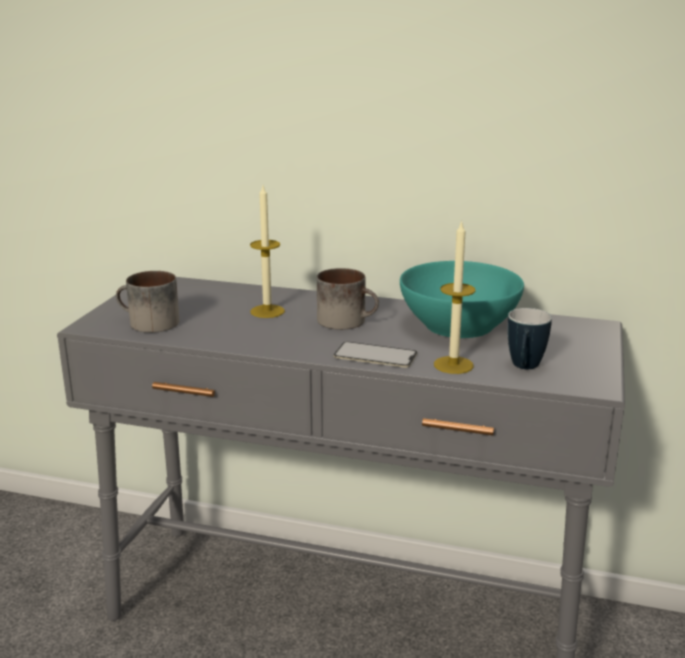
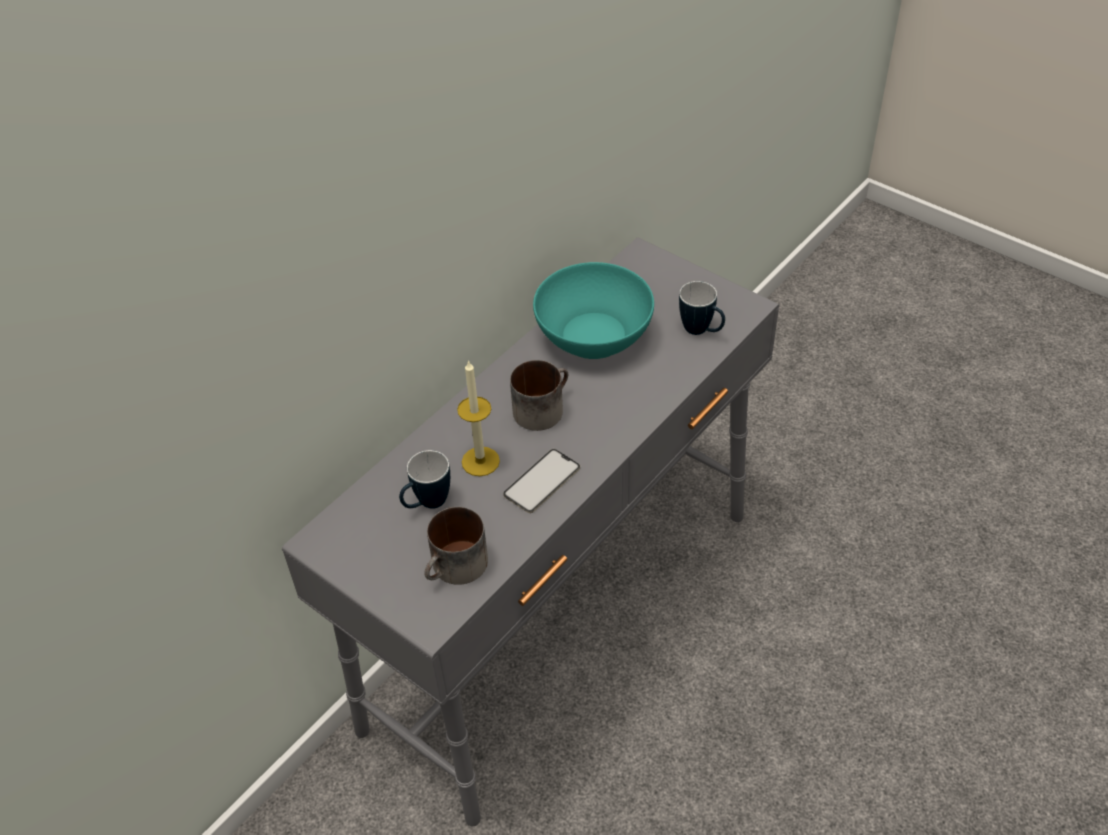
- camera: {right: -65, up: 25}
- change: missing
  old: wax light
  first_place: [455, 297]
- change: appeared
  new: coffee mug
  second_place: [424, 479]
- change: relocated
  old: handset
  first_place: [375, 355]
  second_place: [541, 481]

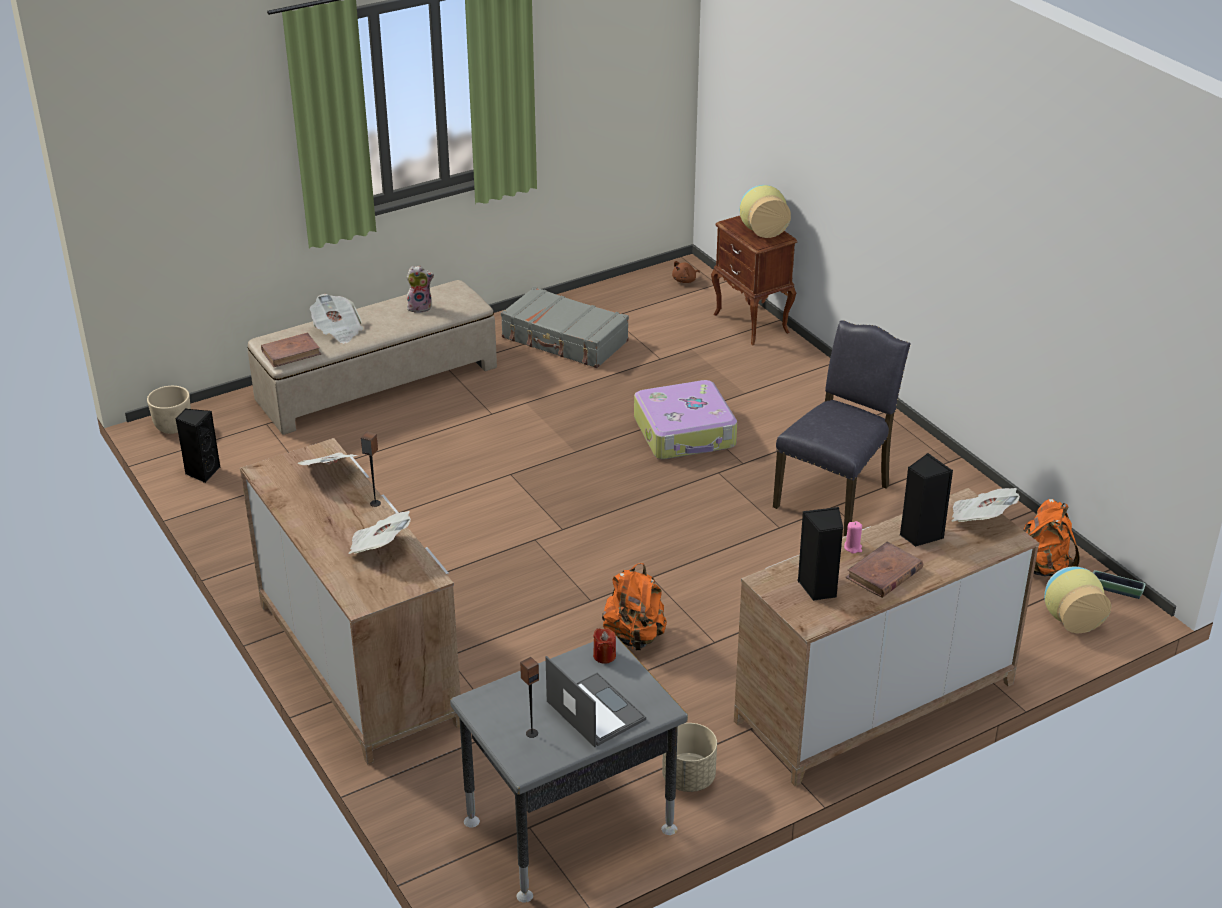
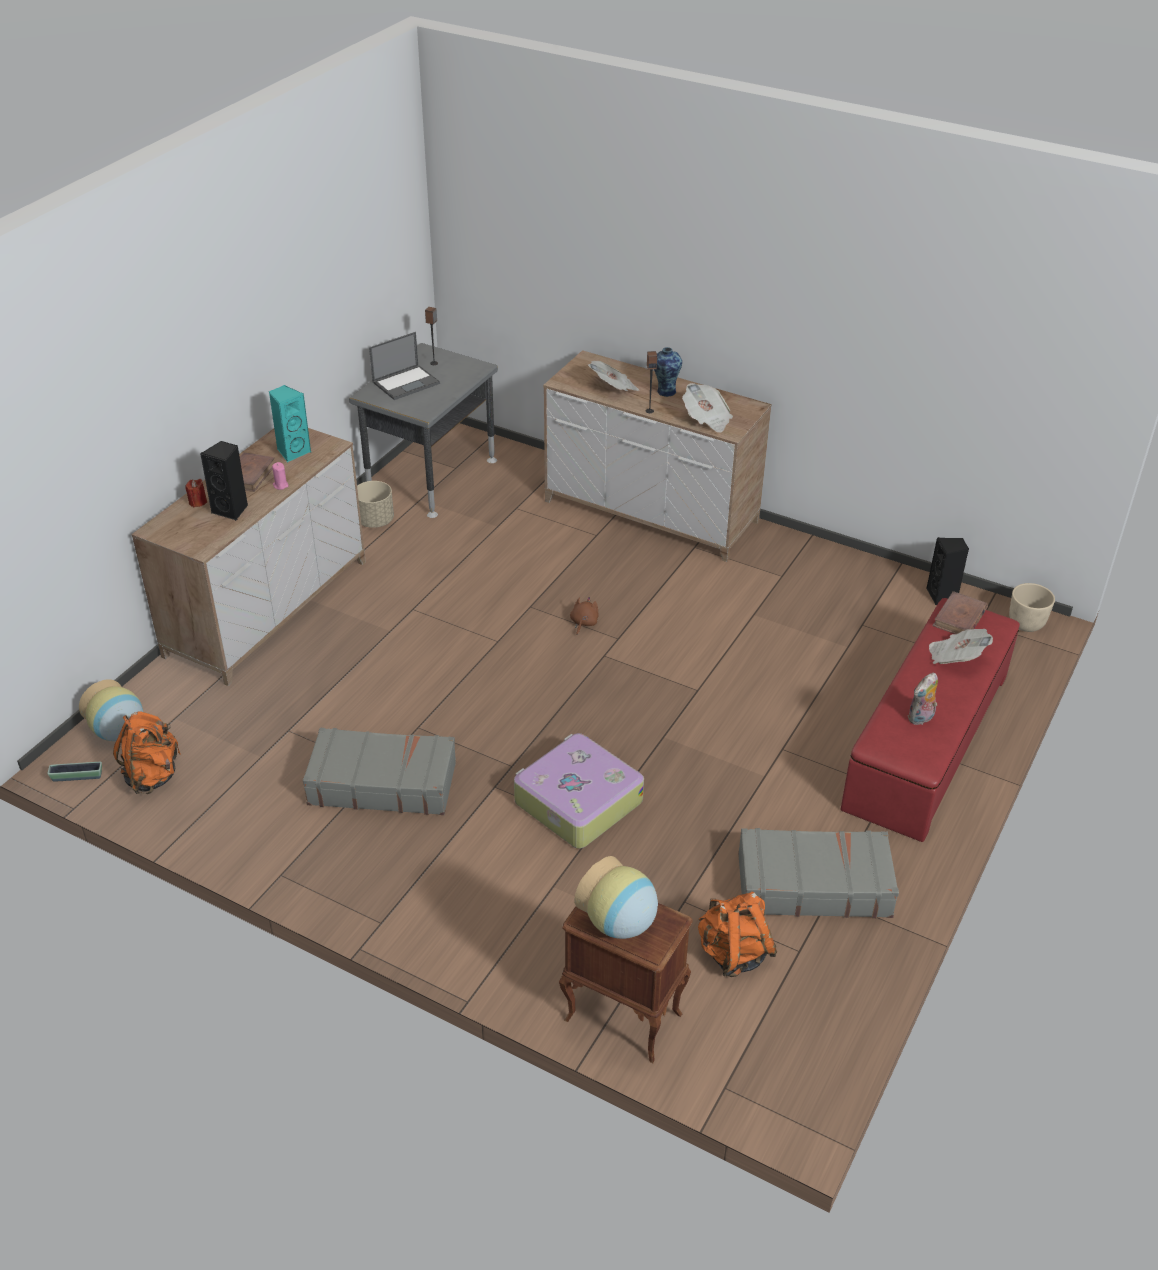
- camera: {right: 150, up: 5}
- change: missing
  old: daily paper
  first_place: [985, 505]
- change: appeared
  new: decorative vase
  second_place: [668, 372]
- change: relocated
  old: red-coloured wax light
  first_place: [604, 646]
  second_place: [196, 493]
- change: relocated
  old: orangey rucksack
  first_place: [634, 606]
  second_place: [737, 934]
- change: relocated
  old: brown cuddly toy
  first_place: [686, 272]
  second_place: [584, 616]
- change: exchanged
  old: gray upright chair
  new: gray travel case
  first_place: [842, 428]
  second_place: [379, 771]
- change: colour
  old: beige-coloured indoor bench
  new: red-coloured indoor bench
  first_place: [372, 357]
  second_place: [930, 720]
- change: colour
  old: black-coloured audio speaker
  new: turquoise-coloured audio speaker
  first_place: [820, 554]
  second_place: [290, 423]
- change: spun
  old: notebook computer
  first_place: [595, 701]
  second_place: [404, 366]
  degrees: -60

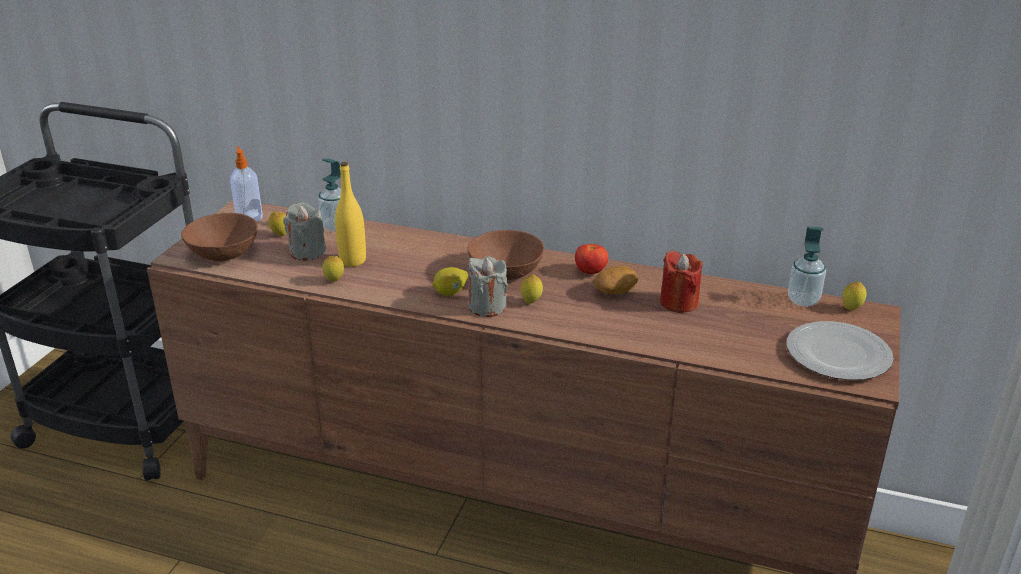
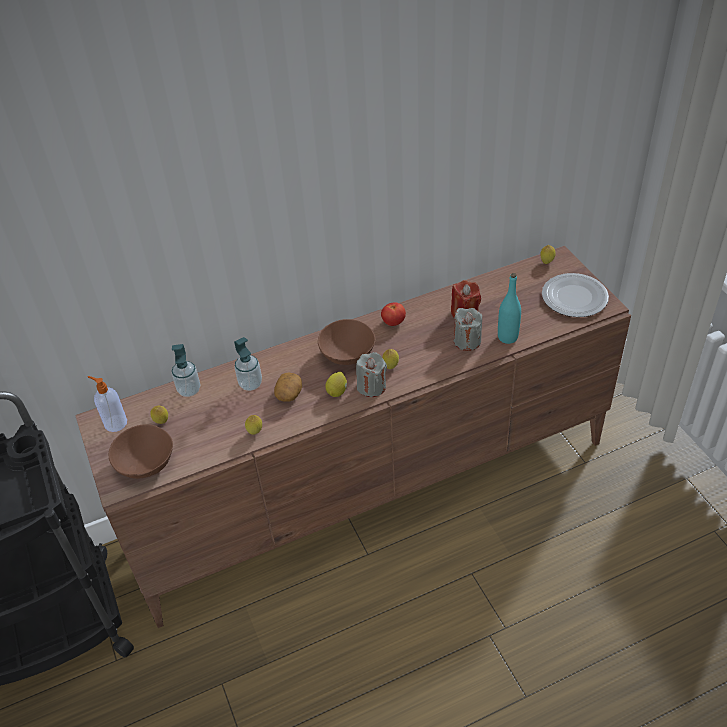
- camera: {right: -40, up: 15}
- change: missing
  old: yellowish beverage bottle
  first_place: [350, 214]
- change: appeared
  new: turquoise-coloured beverage bottle
  second_place: [509, 308]
- change: relocated
  old: gray wax light
  first_place: [305, 231]
  second_place: [468, 329]
- change: relocated
  old: potato
  first_place: [616, 280]
  second_place: [288, 387]
- change: relocated
  old: soap bottle
  first_place: [807, 267]
  second_place: [248, 364]

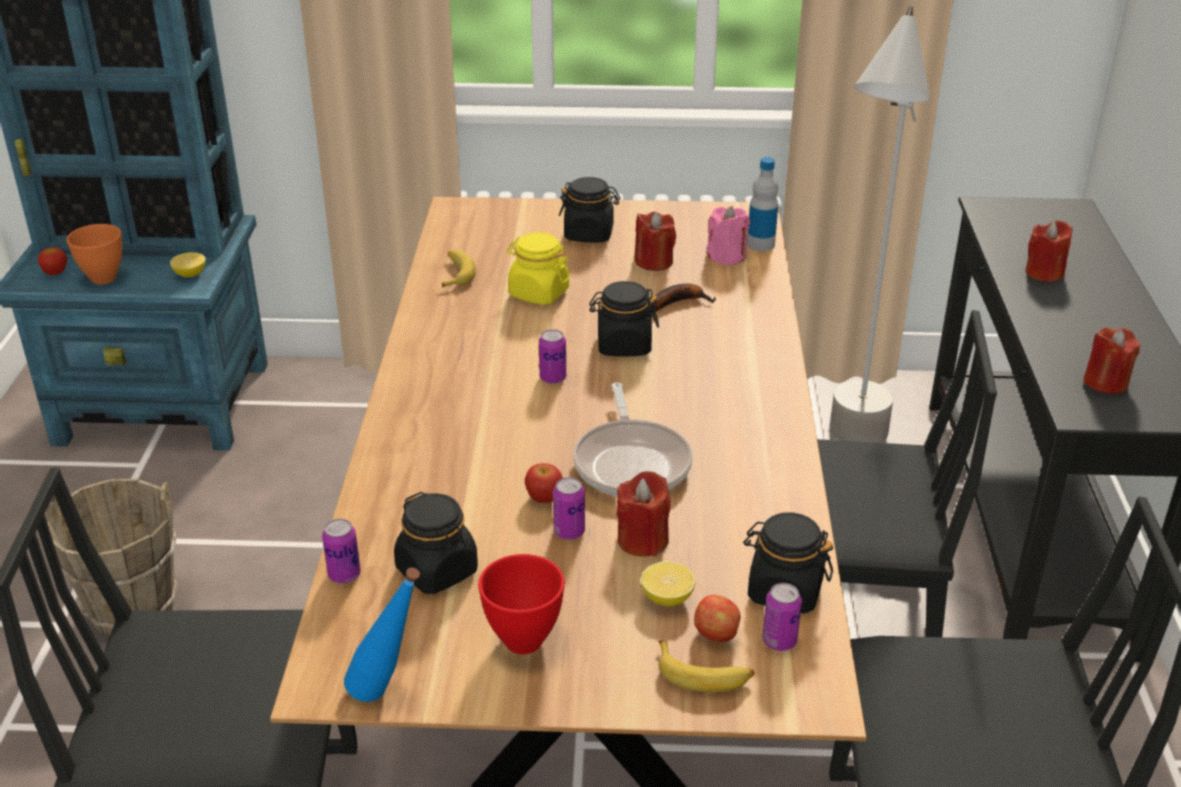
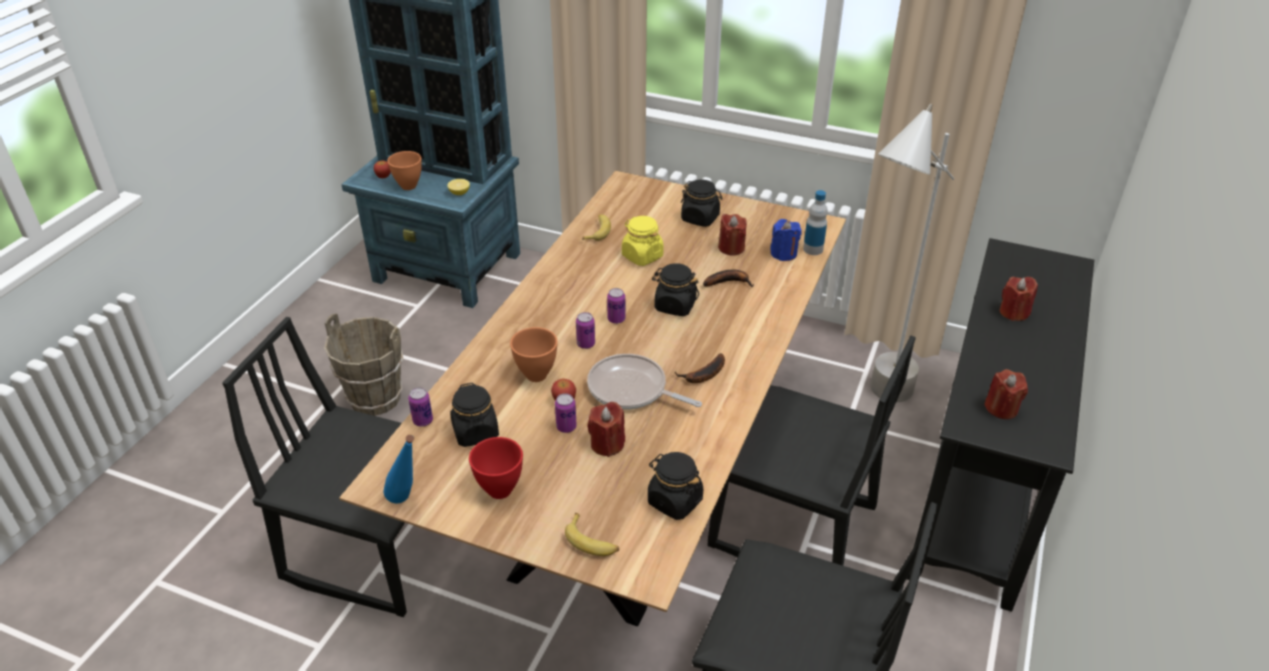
- camera: {right: 20, up: 5}
- change: missing
  old: lemon
  first_place: [668, 583]
- change: missing
  old: apple fruit
  first_place: [717, 618]
- change: appeared
  new: orangey bowl
  second_place: [534, 354]
- change: appeared
  new: banana fruit
  second_place: [700, 368]
- change: relocated
  old: sealed can
  first_place: [782, 617]
  second_place: [585, 330]
- change: colour
  old: pink wax light
  new: blue wax light
  first_place: [728, 235]
  second_place: [786, 240]
- change: spun
  old: frying pan
  first_place: [633, 439]
  second_place: [644, 382]
  degrees: 105

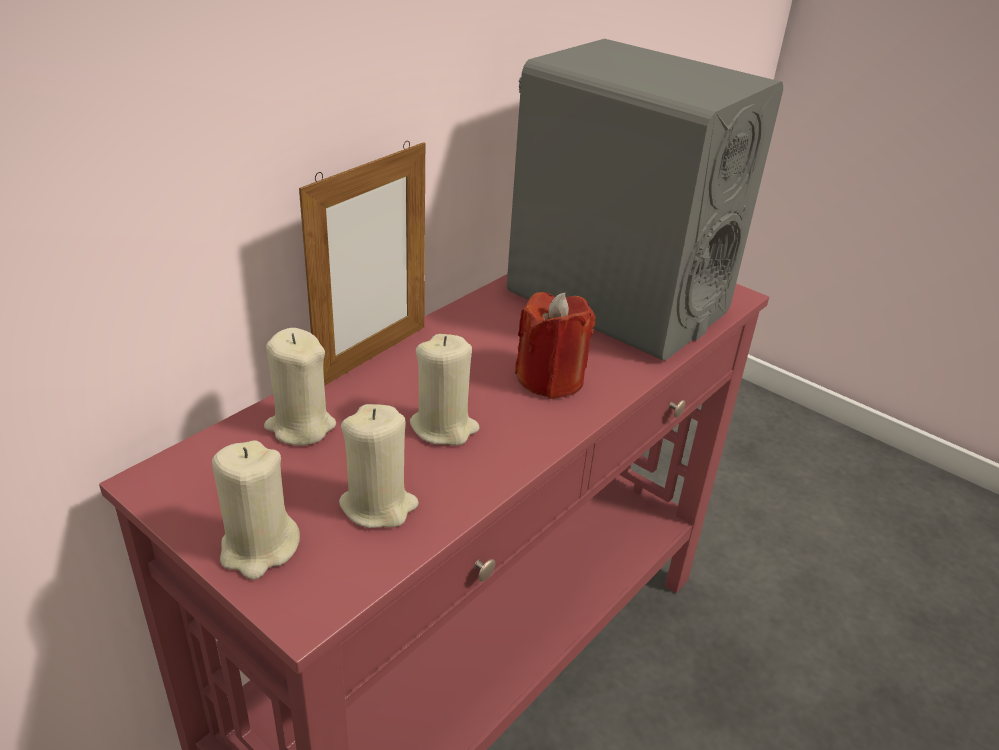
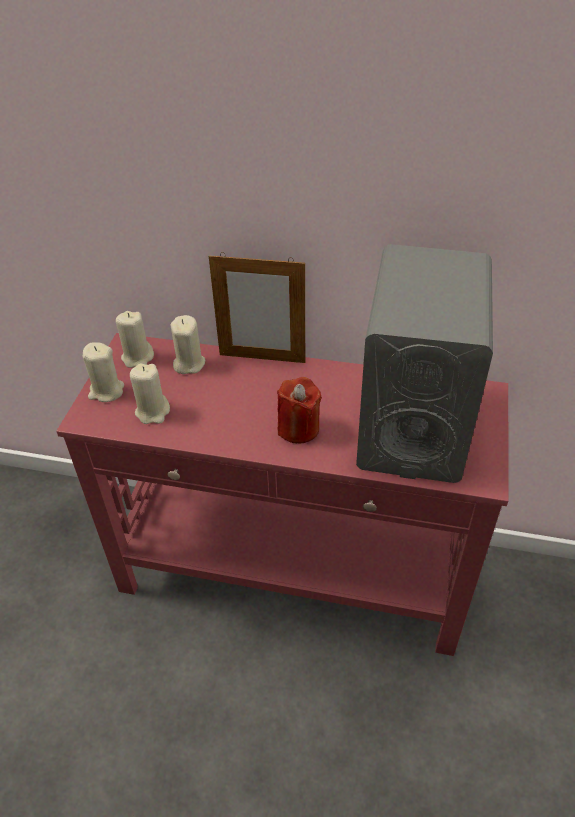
- camera: {right: 65, up: 10}
- change: relocated
  old: beige-coloured wax light
  first_place: [445, 390]
  second_place: [135, 339]

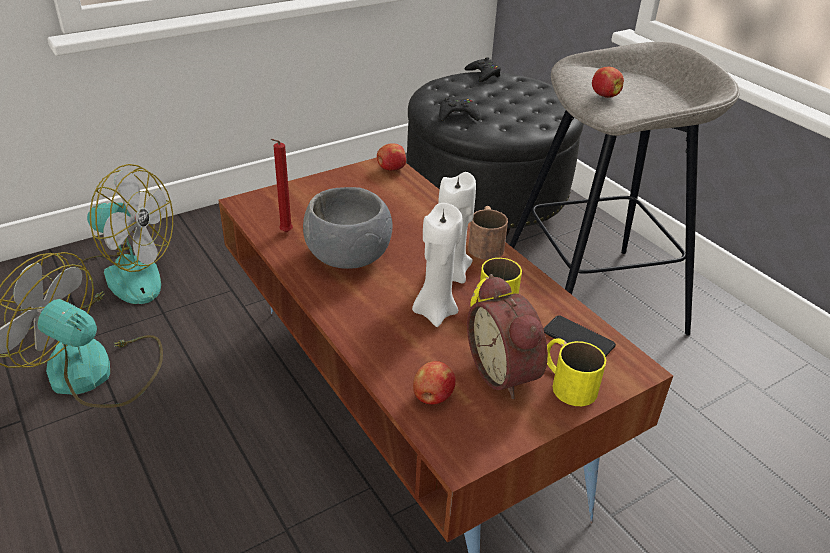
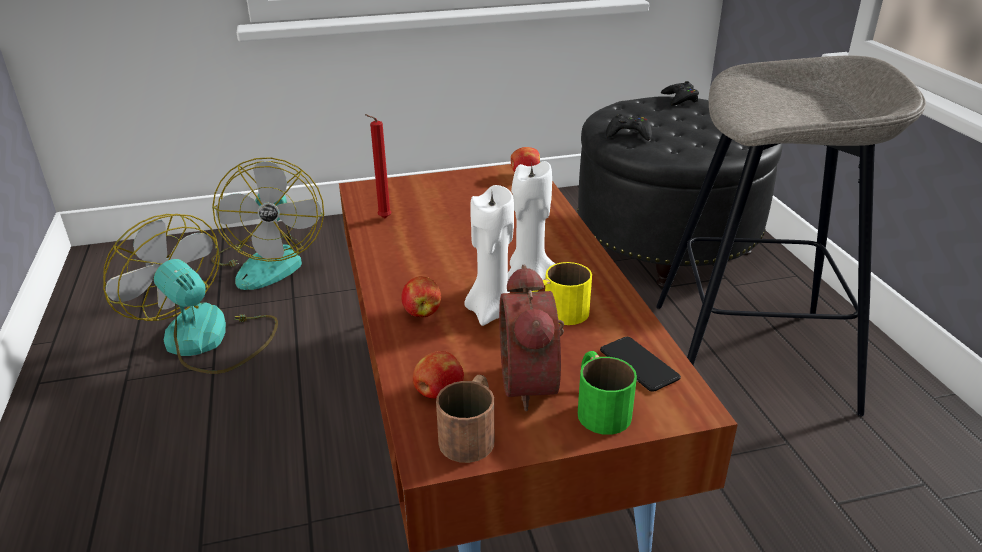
- camera: {right: 20, up: -5}
- change: missing
  old: gray bowl
  first_place: [348, 228]
- change: relocated
  old: brown coffee mug
  first_place: [488, 233]
  second_place: [465, 419]
- change: relocated
  old: apple fruit
  first_place: [608, 82]
  second_place: [421, 296]
- change: colour
  old: yellowish coffee mug
  new: greenish coffee mug
  first_place: [576, 372]
  second_place: [607, 393]
- change: spun
  old: fan
  first_place: [117, 237]
  second_place: [267, 223]
  degrees: 45

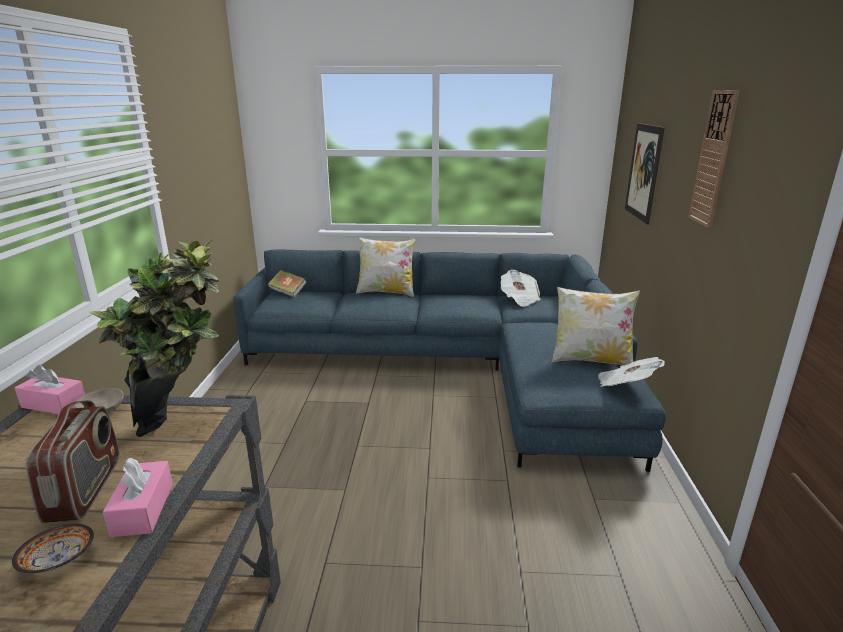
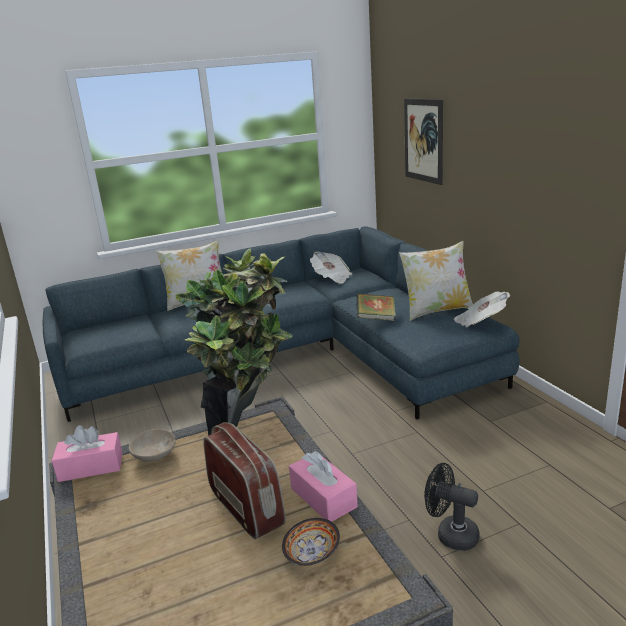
- camera: {right: -25, up: 0}
- change: missing
  old: clock on the wall
  first_place: [714, 159]
- change: appeared
  new: black-coloured fan
  second_place: [451, 507]
- change: relocated
  old: volume
  first_place: [287, 284]
  second_place: [376, 307]

